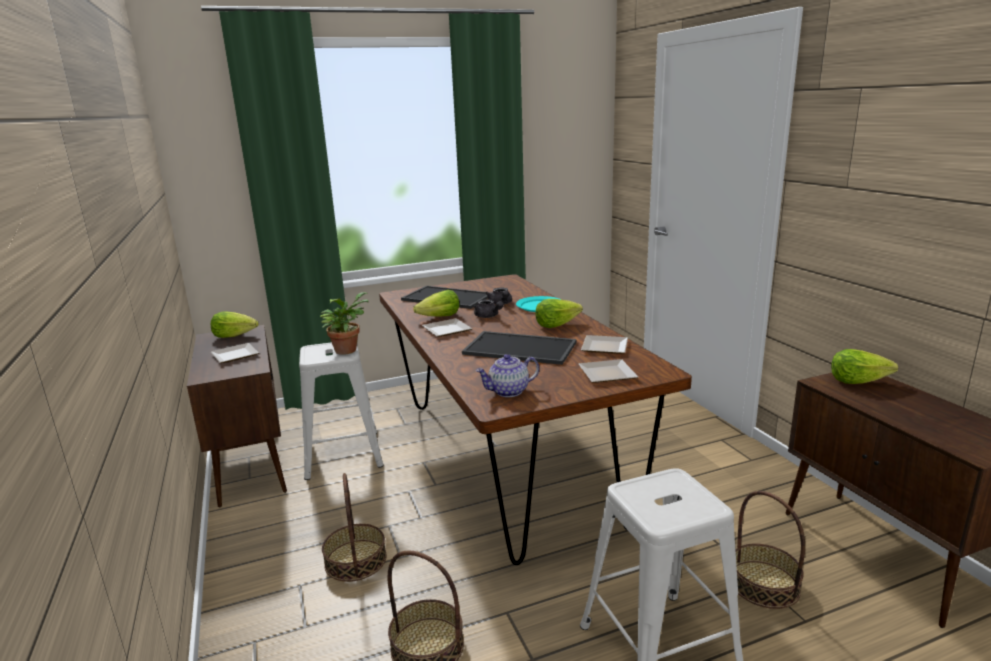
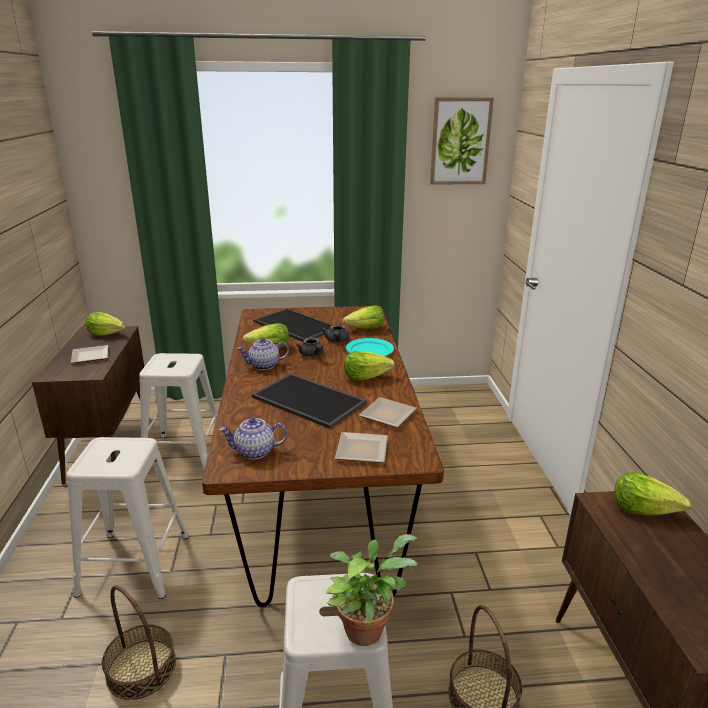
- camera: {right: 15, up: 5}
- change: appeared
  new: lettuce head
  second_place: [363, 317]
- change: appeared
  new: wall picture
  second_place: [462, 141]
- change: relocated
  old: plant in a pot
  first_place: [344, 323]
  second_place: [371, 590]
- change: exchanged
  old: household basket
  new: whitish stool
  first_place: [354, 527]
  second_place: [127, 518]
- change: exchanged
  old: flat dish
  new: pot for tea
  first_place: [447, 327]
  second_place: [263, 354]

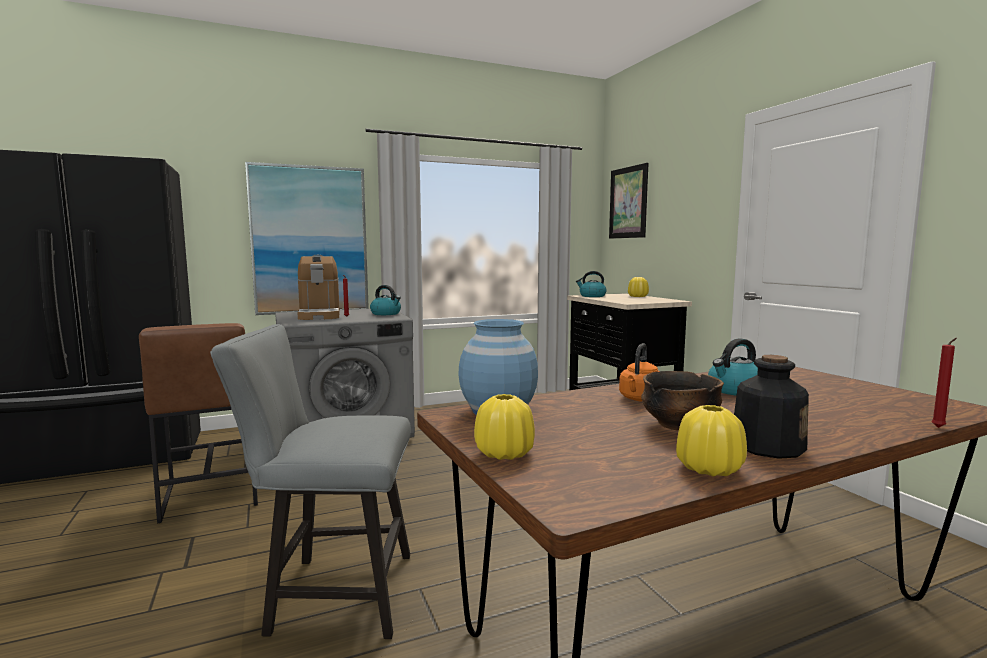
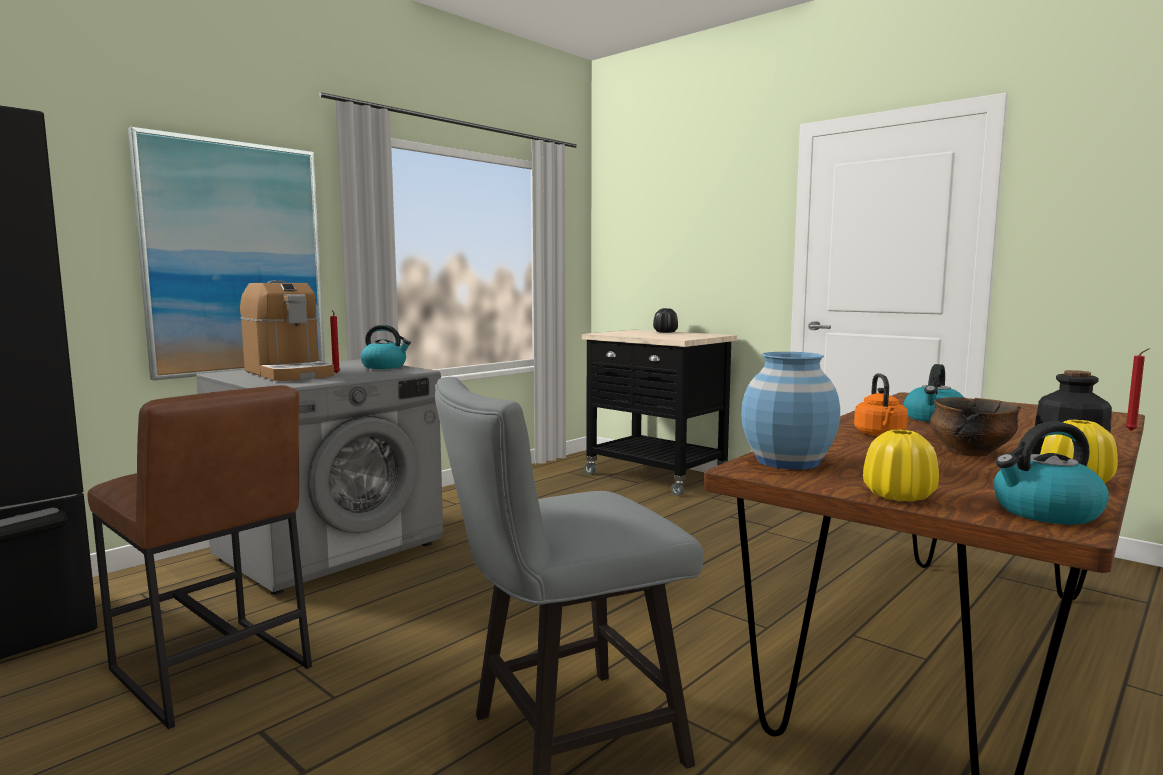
- camera: {right: -25, up: 0}
- change: missing
  old: wall picture
  first_place: [629, 201]
- change: relocated
  old: kettle
  first_place: [591, 284]
  second_place: [1051, 473]
- change: colour
  old: yellowish decorative vase
  new: black-coloured decorative vase
  first_place: [638, 287]
  second_place: [665, 320]

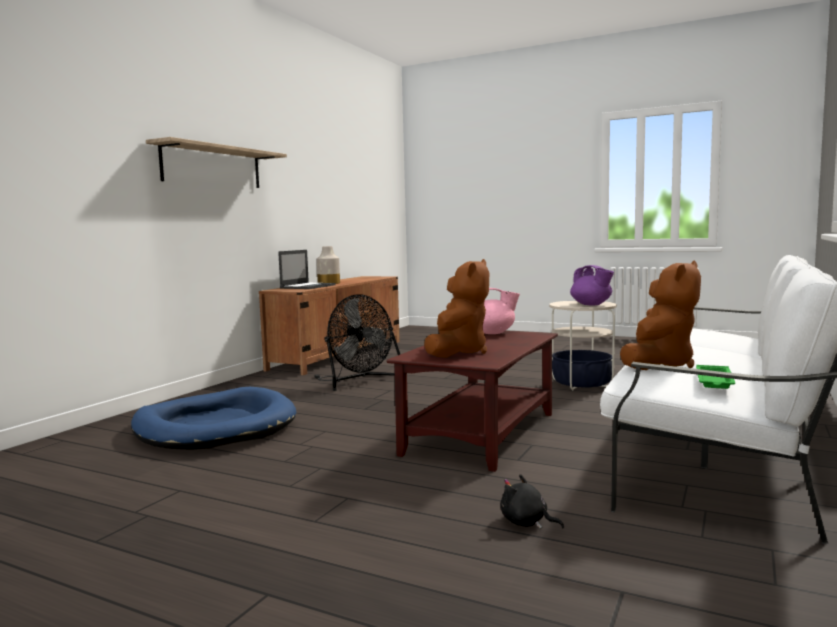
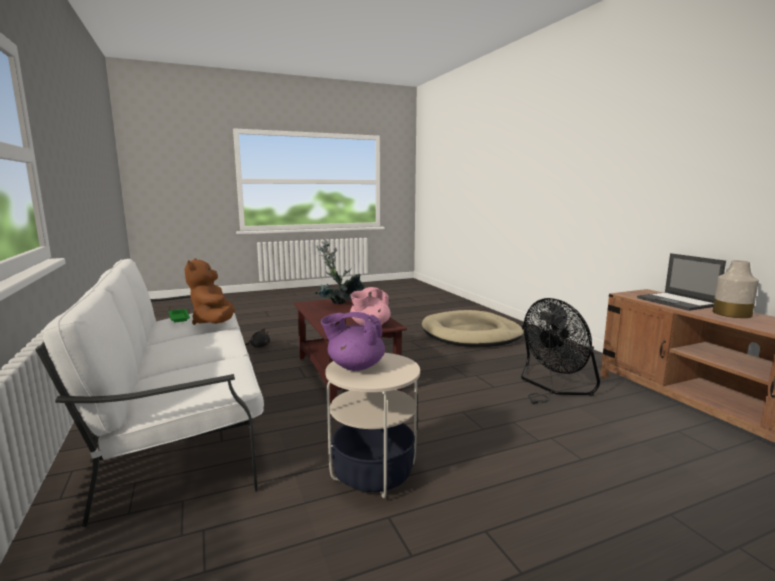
- camera: {right: 130, up: 5}
- change: missing
  old: shelf
  first_place: [216, 162]
- change: exchanged
  old: brown cuddly toy
  new: plant in a pot
  first_place: [456, 308]
  second_place: [340, 272]
- change: colour
  old: blue dog cushion
  new: beige-coloured dog cushion
  first_place: [214, 418]
  second_place: [473, 328]
- change: spun
  old: black-coloured fan
  first_place: [357, 342]
  second_place: [560, 351]
  degrees: 150

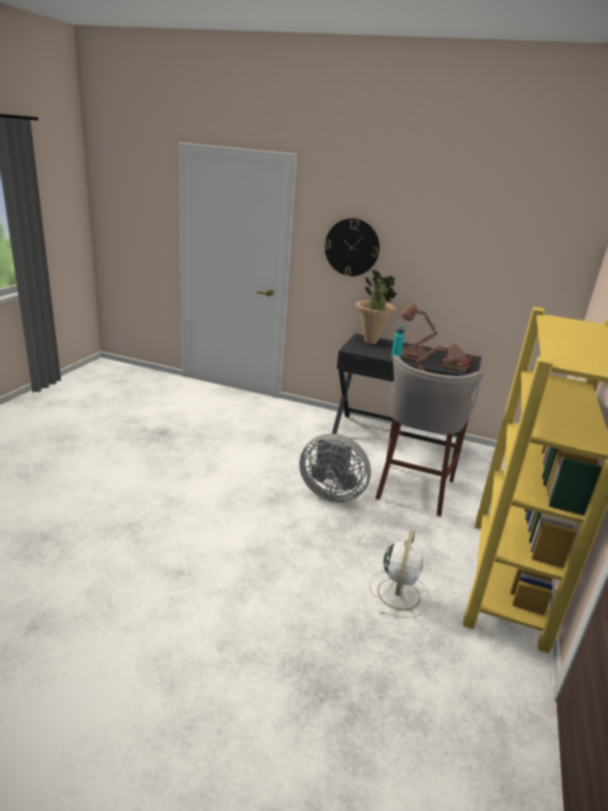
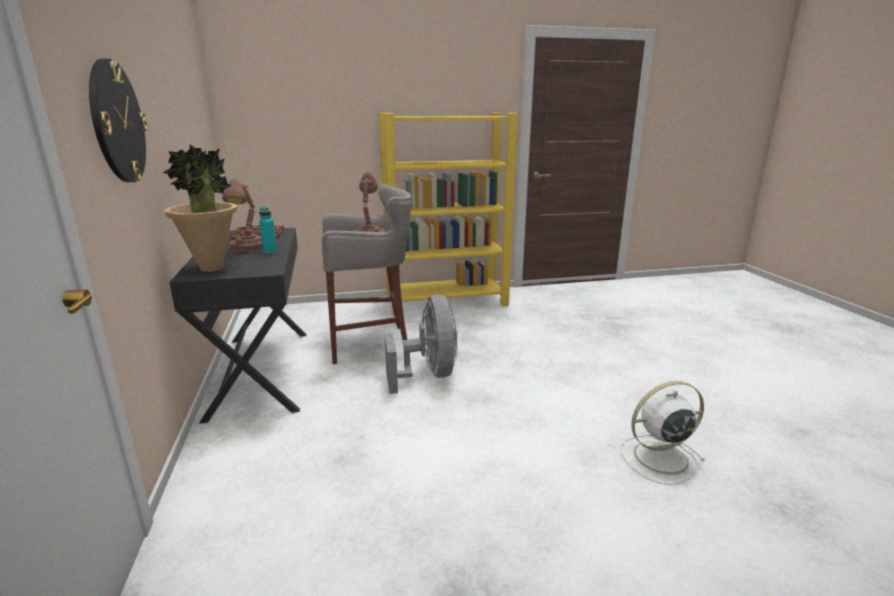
- camera: {right: -120, up: -5}
- change: relocated
  old: whitish fan
  first_place: [399, 574]
  second_place: [662, 433]

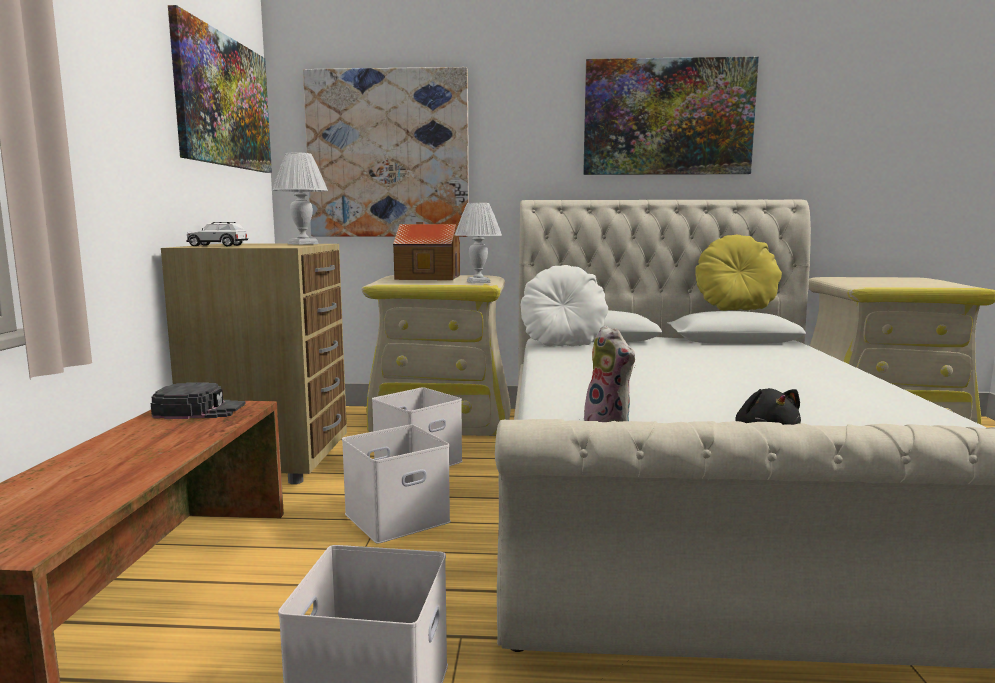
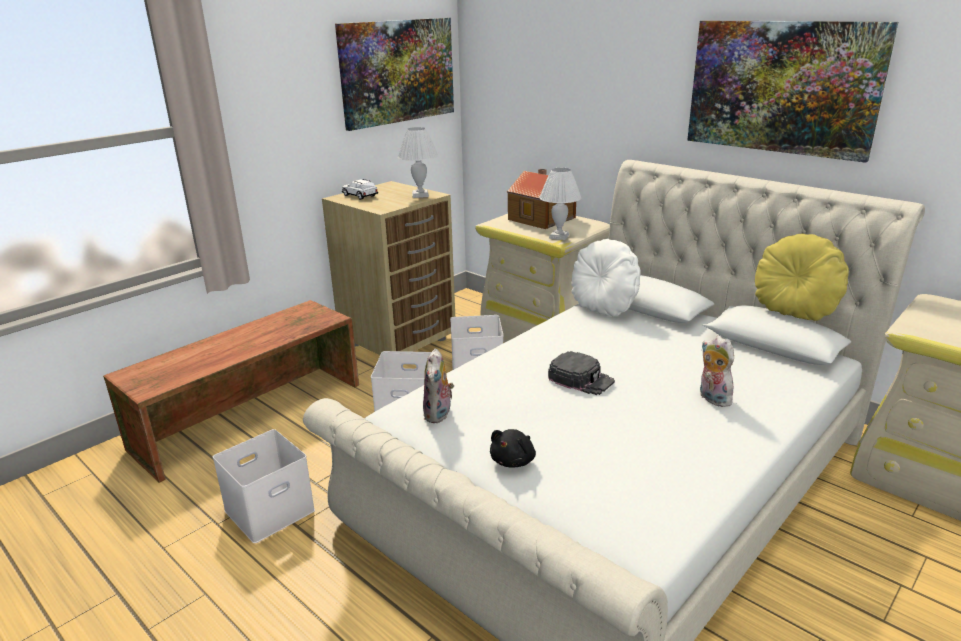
- camera: {right: 40, up: 15}
- change: missing
  old: wall picture
  first_place: [386, 152]
- change: appeared
  new: cuddly toy
  second_place: [717, 371]
- change: relocated
  old: black-coloured cap
  first_place: [198, 400]
  second_place: [581, 373]

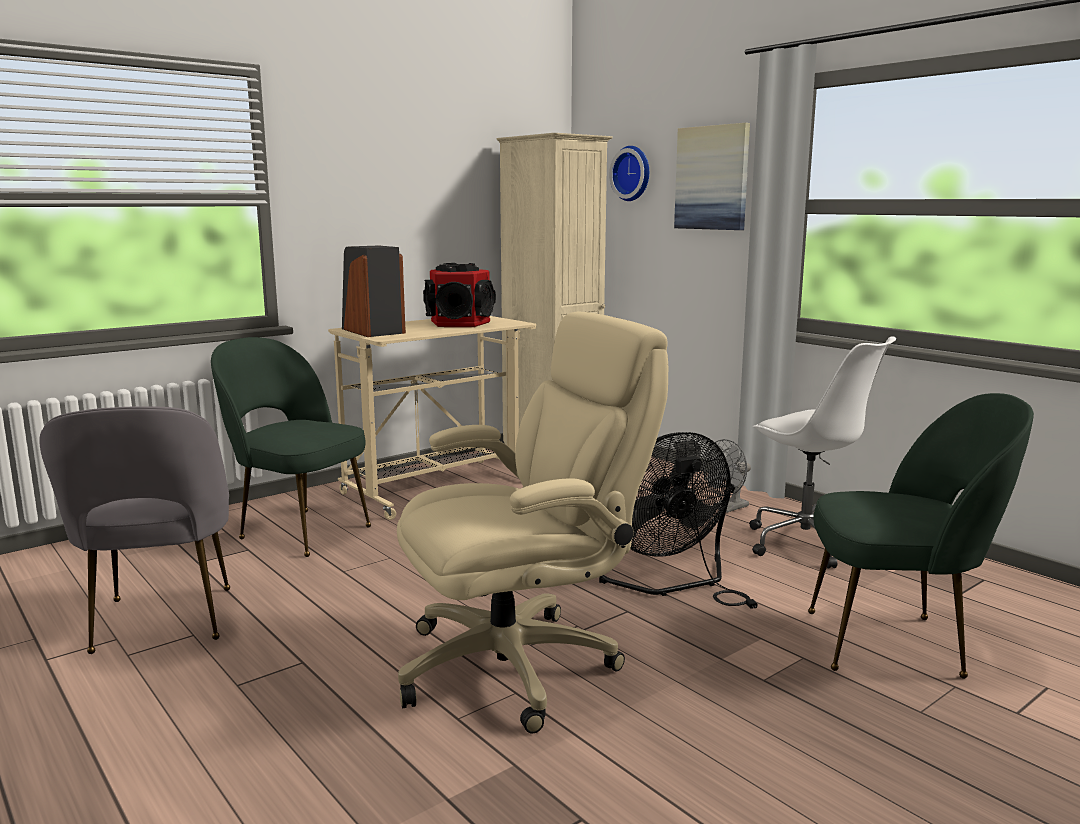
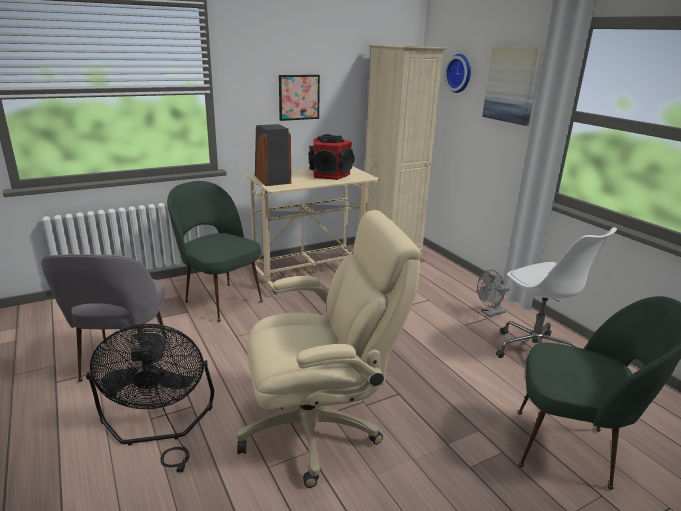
- camera: {right: 10, up: 10}
- change: appeared
  new: wall picture
  second_place: [299, 98]
- change: relocated
  old: black-coloured fan
  first_place: [678, 520]
  second_place: [150, 398]

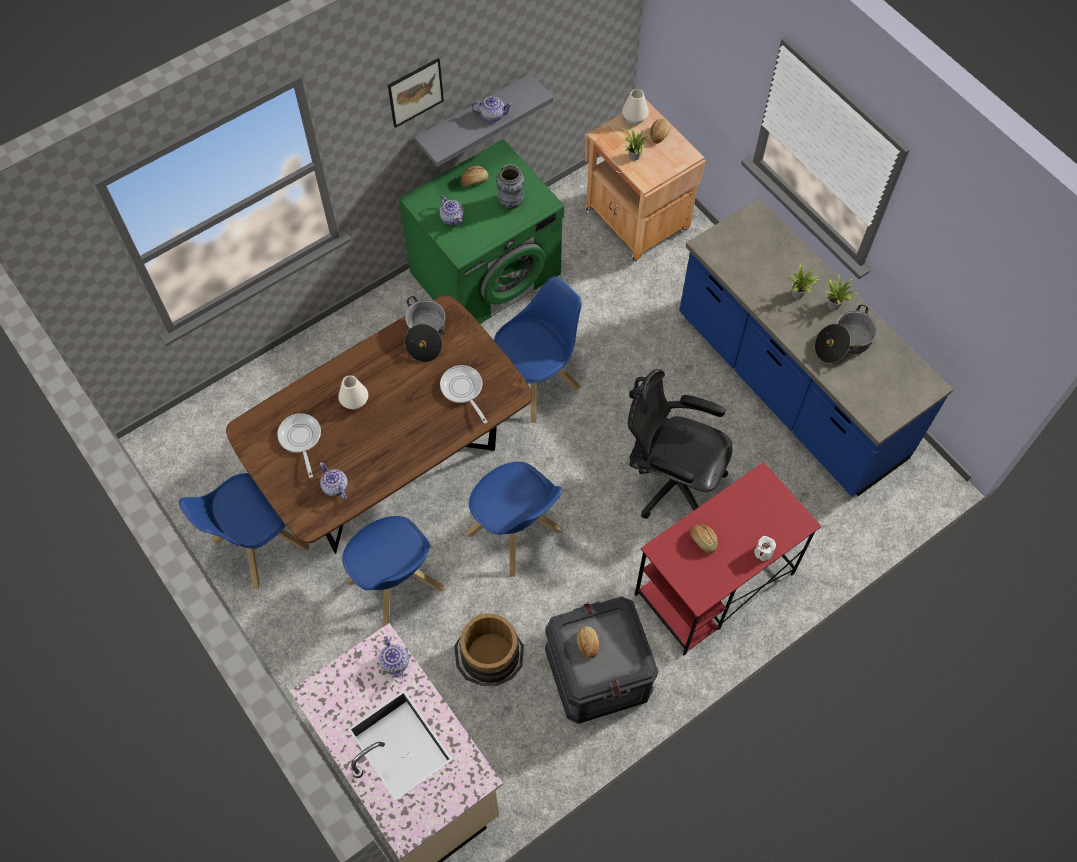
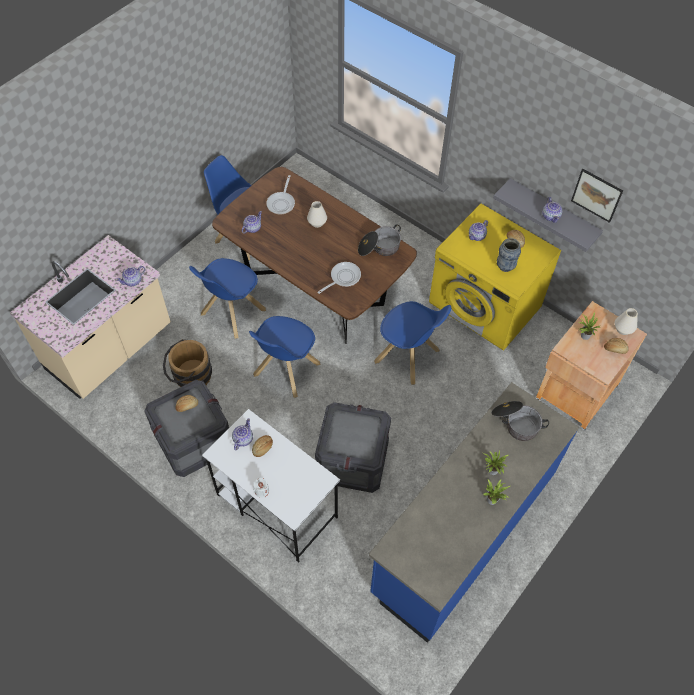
- camera: {right: 75, up: -5}
- change: appeared
  new: pot for tea
  second_place: [242, 434]
- change: relocated
  old: wall picture
  first_place: [416, 93]
  second_place: [597, 196]
- change: relocated
  old: cooking pot
  first_place: [846, 334]
  second_place: [520, 421]
- change: exchanged
  old: computer chair
  new: packing crate
  first_place: [680, 444]
  second_place: [353, 447]
- change: colour
  old: greenish laundry appliance
  new: yellowish laundry appliance
  first_place: [481, 231]
  second_place: [495, 277]
- change: colour
  old: red-coloured desk table
  new: whitish desk table
  first_place: [728, 558]
  second_place: [271, 486]
- change: spun
  old: frying pan
  first_place: [299, 445]
  second_place: [280, 194]
  degrees: 135

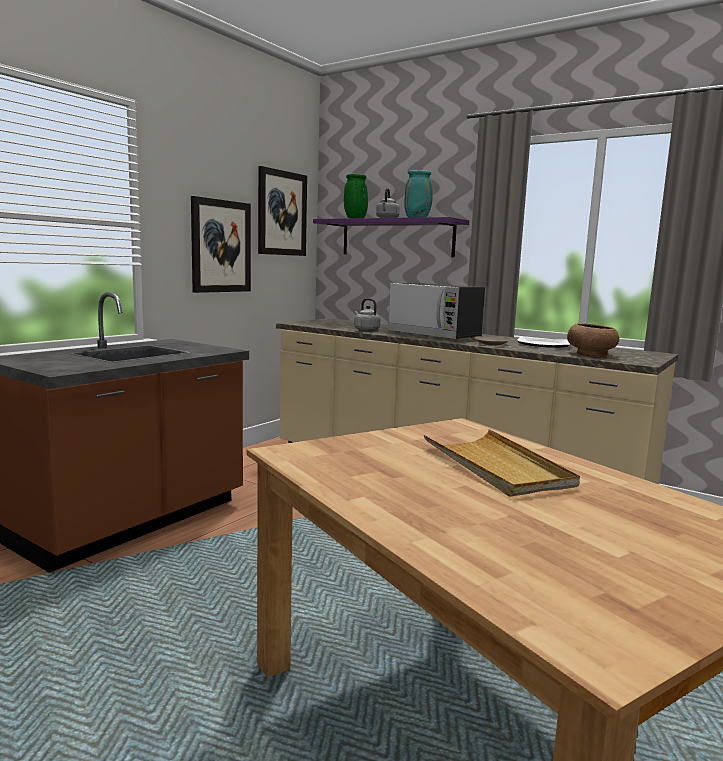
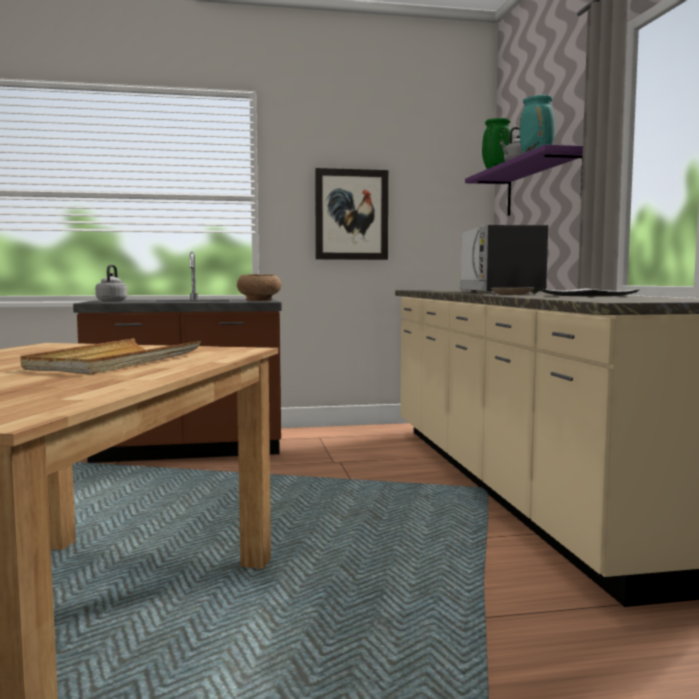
- camera: {right: 45, up: -5}
- change: missing
  old: wall picture
  first_place: [282, 211]
- change: relocated
  old: gray kettle
  first_place: [367, 315]
  second_place: [111, 283]
- change: relocated
  old: brown bowl
  first_place: [593, 339]
  second_place: [259, 287]

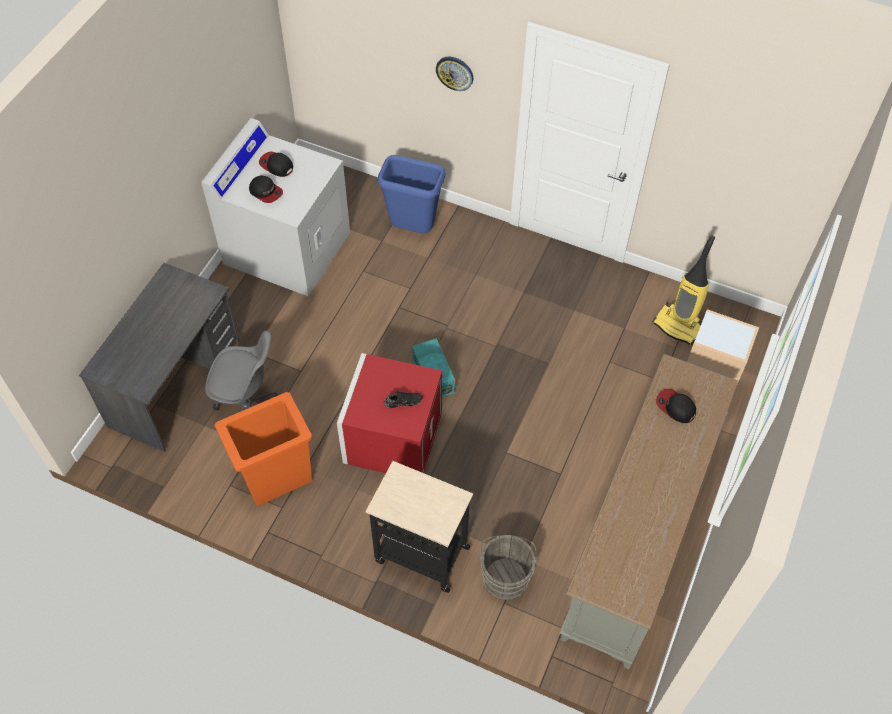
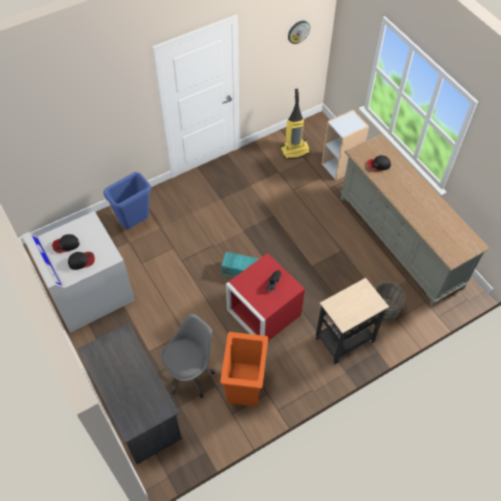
- camera: {right: -55, up: 0}
- change: relocated
  old: clock on the wall
  first_place: [454, 73]
  second_place: [299, 32]

